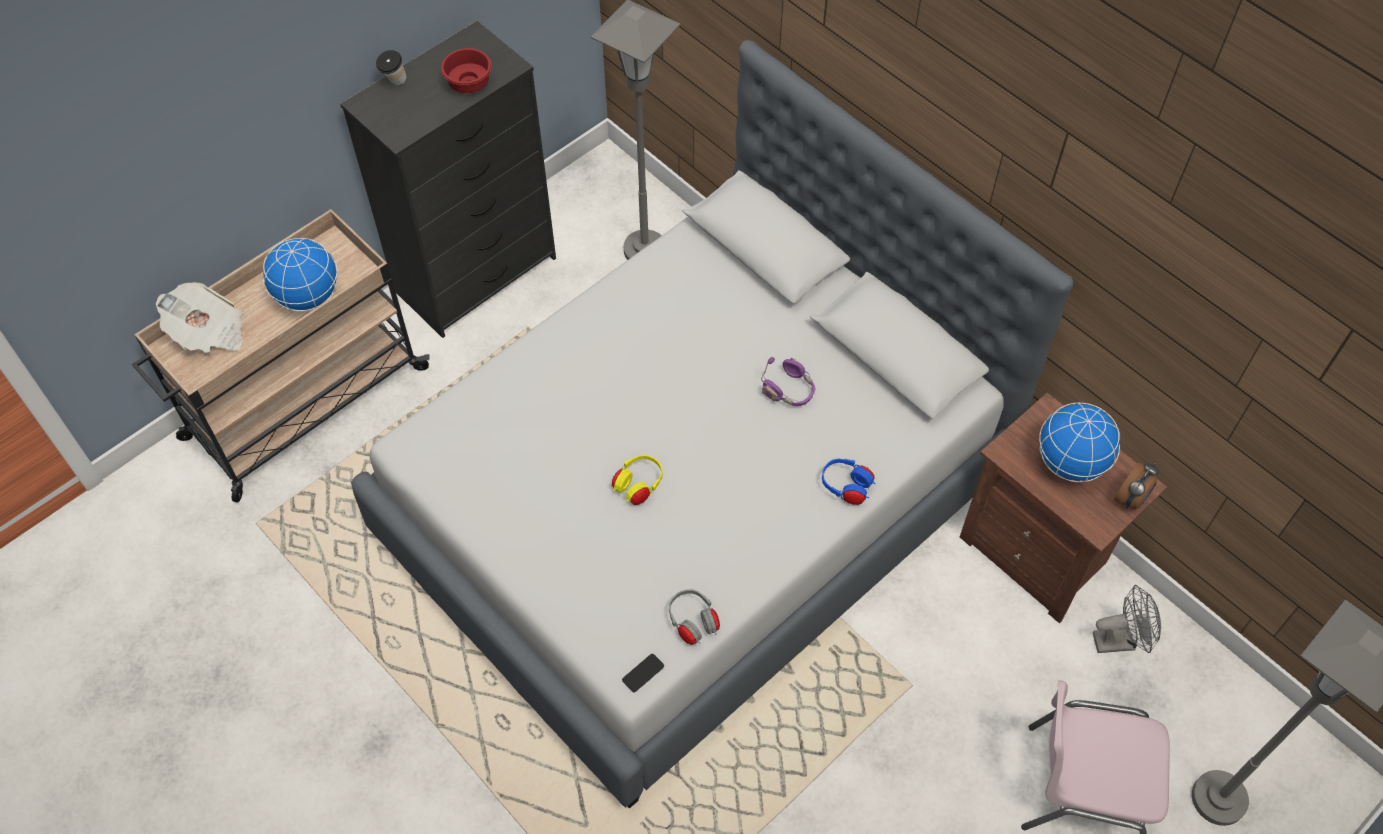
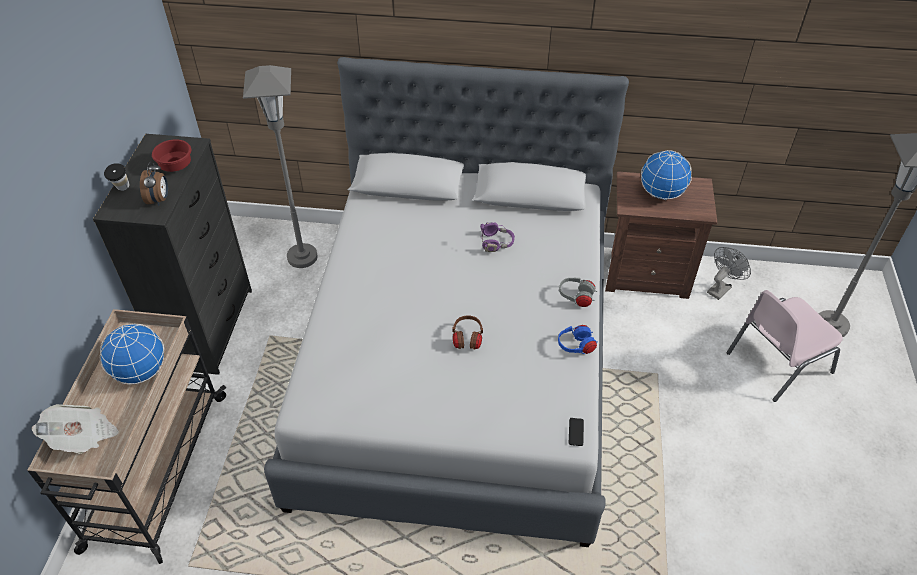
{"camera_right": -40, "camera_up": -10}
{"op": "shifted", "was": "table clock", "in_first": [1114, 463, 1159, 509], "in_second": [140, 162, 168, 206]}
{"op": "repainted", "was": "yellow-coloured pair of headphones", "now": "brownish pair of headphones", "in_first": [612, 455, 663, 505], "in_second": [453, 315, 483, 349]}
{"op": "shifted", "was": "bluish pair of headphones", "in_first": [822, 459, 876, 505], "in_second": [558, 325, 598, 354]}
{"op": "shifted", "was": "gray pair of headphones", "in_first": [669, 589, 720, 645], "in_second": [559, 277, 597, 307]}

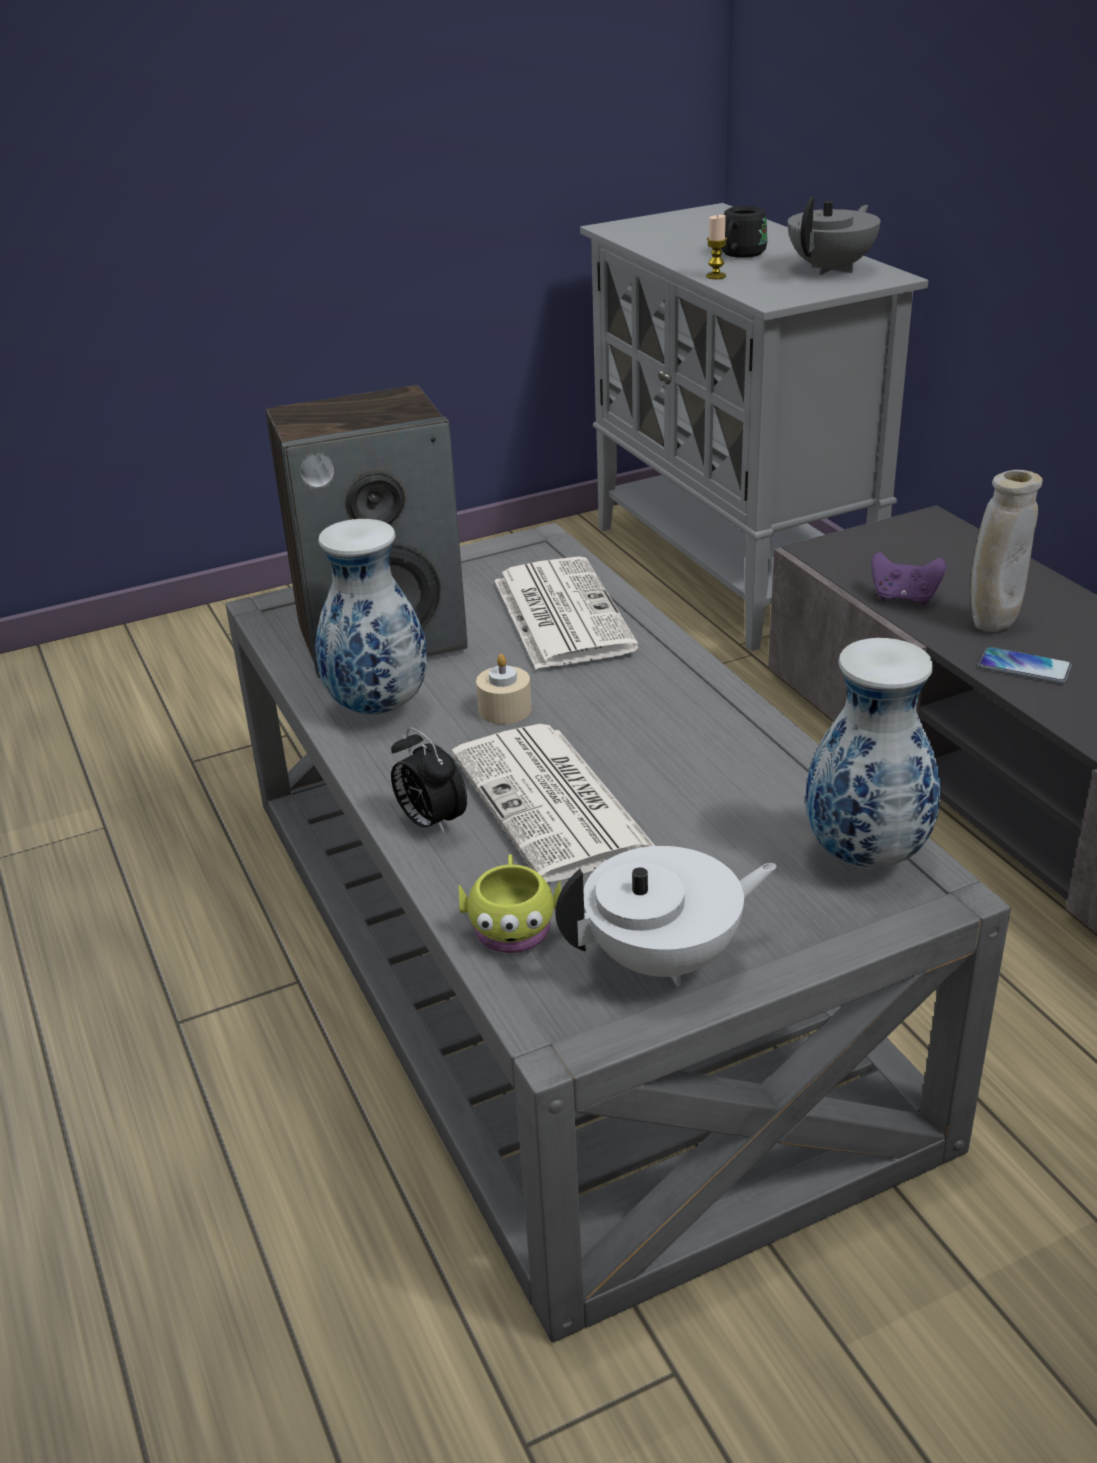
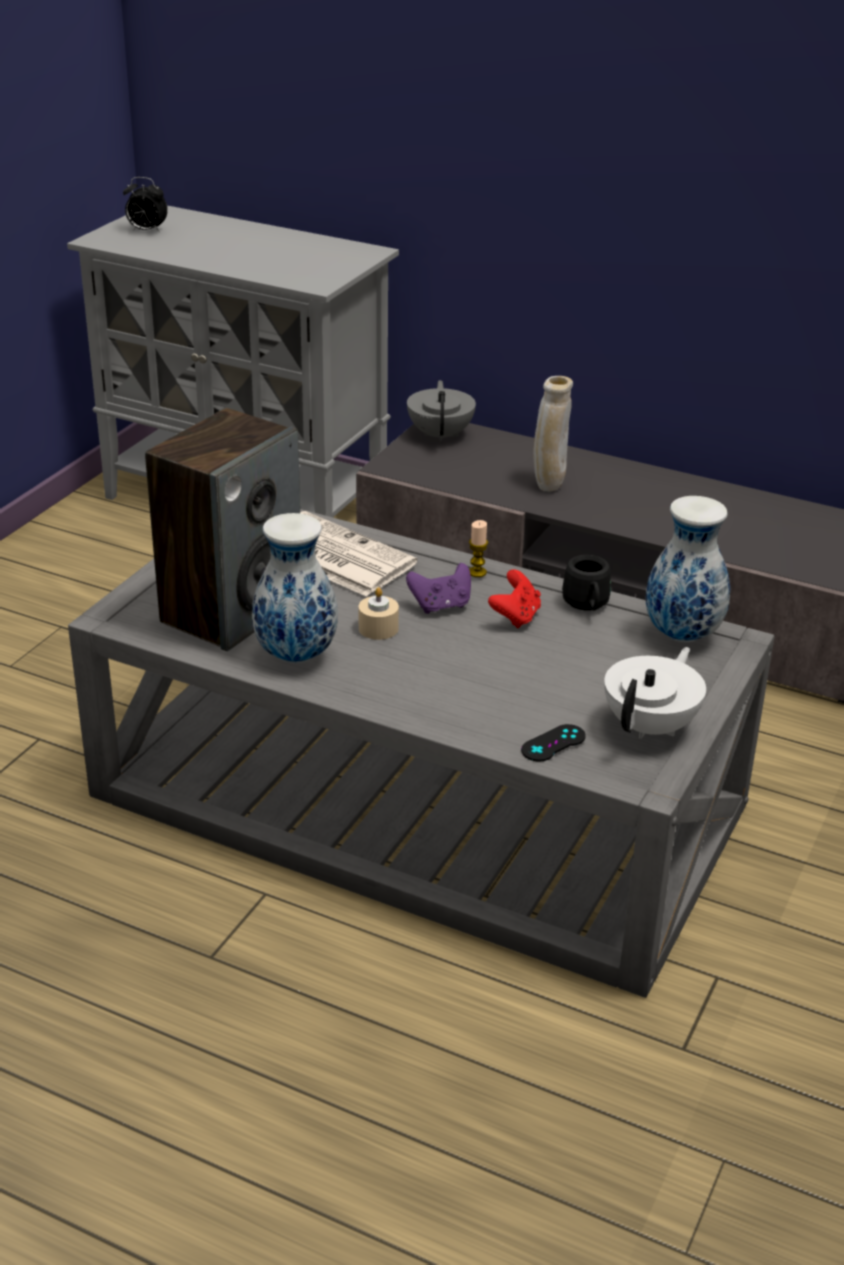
{"camera_right": -40, "camera_up": 0}
{"op": "shifted", "was": "table clock", "in_first": [391, 727, 467, 836], "in_second": [123, 177, 168, 232]}
{"op": "shifted", "was": "purple-coloured game controller", "in_first": [871, 552, 946, 605], "in_second": [406, 563, 471, 614]}
{"op": "shifted", "was": "gray tea pot", "in_first": [788, 197, 881, 275], "in_second": [407, 380, 476, 443]}
{"op": "shifted", "was": "wax candle", "in_first": [706, 215, 727, 279], "in_second": [469, 520, 488, 577]}
{"op": "new", "now": "red-coloured game controller", "in_second": [488, 570, 541, 628]}
{"op": "swapped", "was": "yellow-coloured mug", "now": "blackish game controller", "in_first": [459, 854, 561, 953], "in_second": [521, 724, 586, 762]}
{"op": "shifted", "was": "blackish mug", "in_first": [721, 206, 767, 258], "in_second": [562, 555, 611, 611]}
{"op": "gone", "was": "printed paper", "in_first": [452, 724, 655, 882]}
{"op": "gone", "was": "handset", "in_first": [979, 647, 1072, 683]}

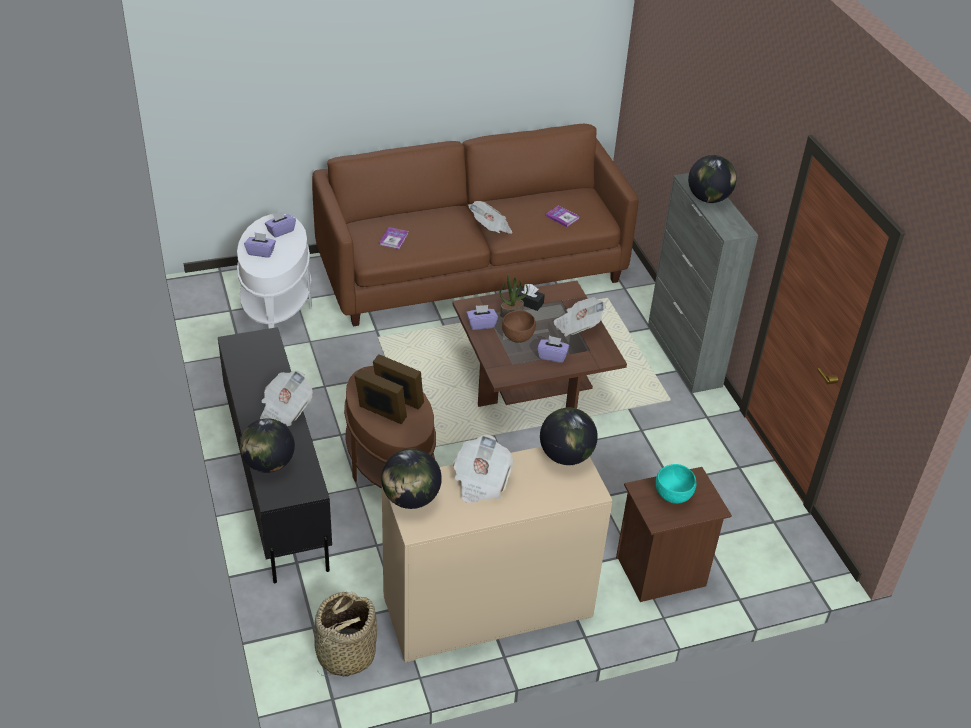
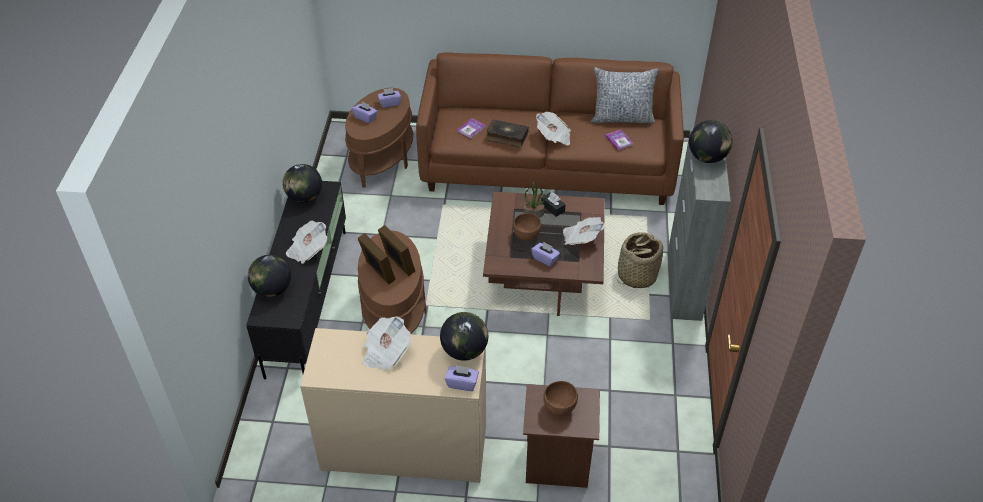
{"camera_right": 25, "camera_up": 5}
{"op": "shifted", "was": "globe", "in_first": [381, 448, 442, 509], "in_second": [283, 164, 322, 203]}
{"op": "repainted", "was": "whitish accent table", "now": "brownish accent table", "in_first": [237, 214, 312, 328], "in_second": [345, 88, 413, 188]}
{"op": "shifted", "was": "purple-coloured tissue box", "in_first": [466, 305, 498, 330], "in_second": [445, 365, 479, 391]}
{"op": "new", "now": "book", "in_second": [486, 119, 529, 148]}
{"op": "repainted", "was": "turquoise deep dish", "now": "brownish deep dish", "in_first": [656, 464, 696, 504], "in_second": [543, 381, 578, 416]}
{"op": "new", "now": "cushion", "in_second": [591, 67, 659, 123]}
{"op": "shifted", "was": "storage basket", "in_first": [314, 592, 377, 676], "in_second": [616, 232, 663, 288]}

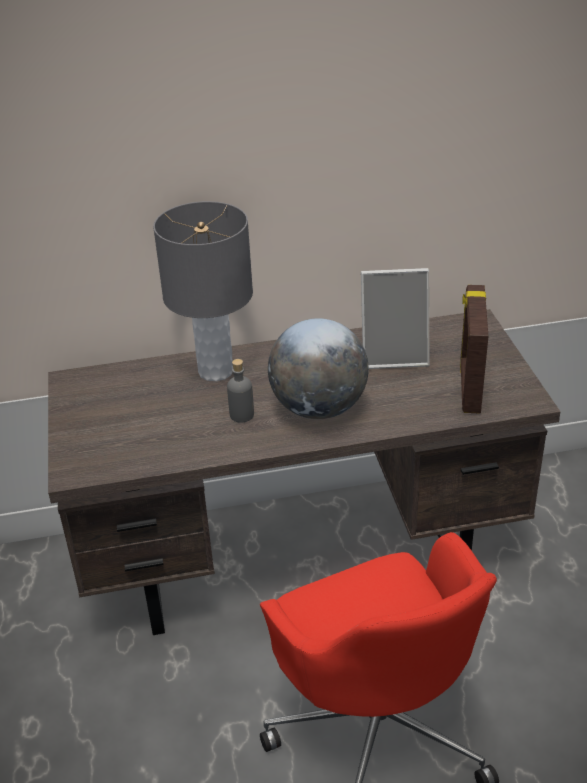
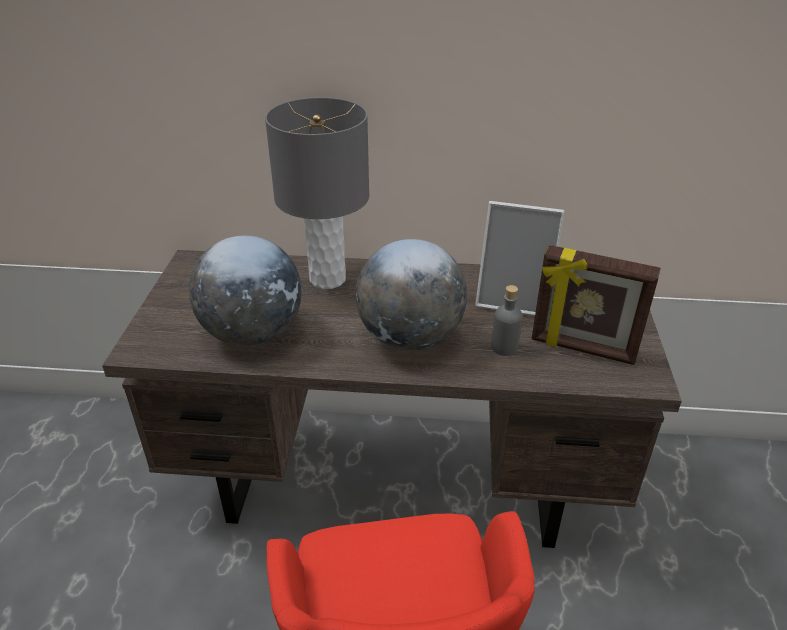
{"camera_right": 15, "camera_up": 0}
{"op": "new", "now": "globe", "in_second": [189, 235, 302, 346]}
{"op": "shifted", "was": "gray drink bottle", "in_first": [227, 359, 254, 423], "in_second": [491, 285, 523, 356]}
{"op": "rotated", "was": "photo frame", "in_first": [460, 285, 488, 414], "in_second": [532, 245, 661, 365], "clockwise": -90}

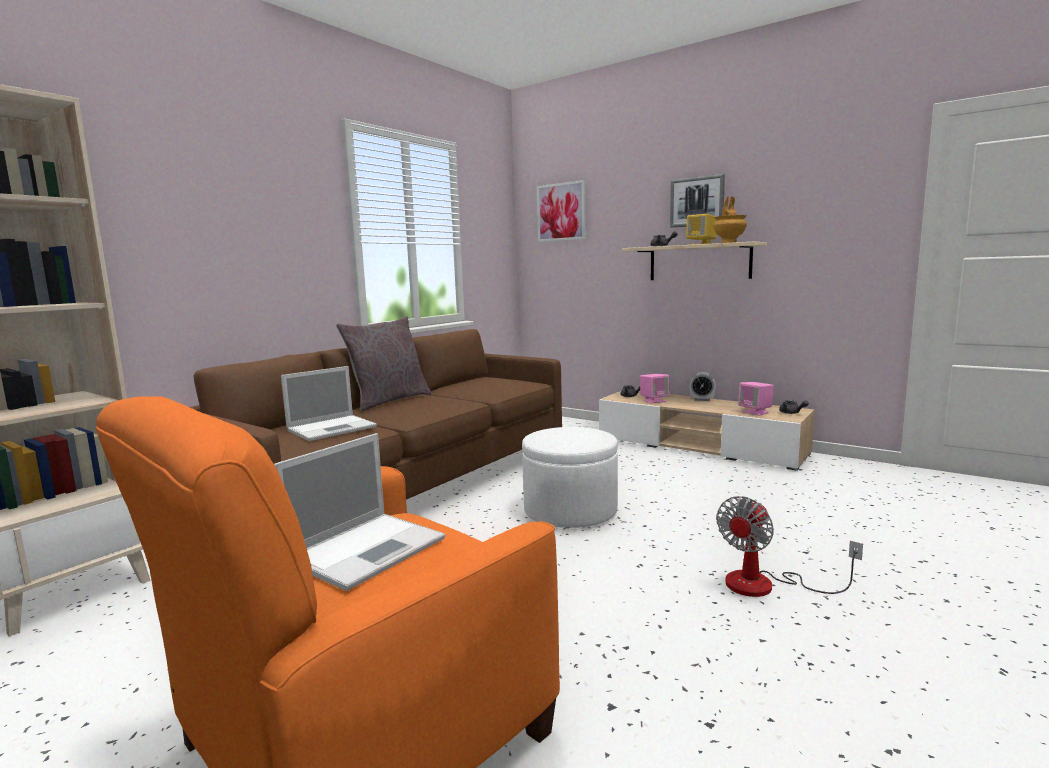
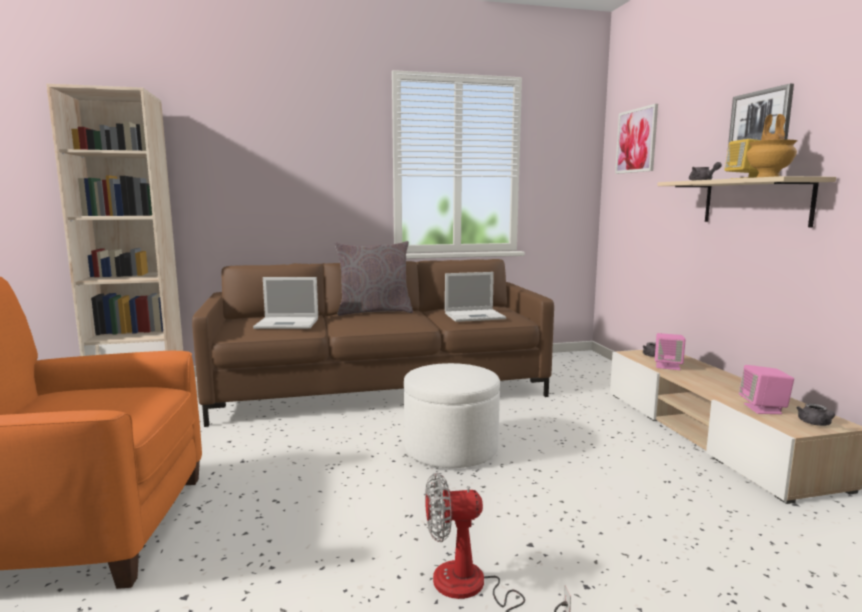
{"camera_right": 40, "camera_up": 0}
{"op": "shifted", "was": "notebook computer", "in_first": [274, 433, 445, 591], "in_second": [445, 272, 506, 322]}
{"op": "gone", "was": "table clock", "in_first": [689, 372, 716, 401]}

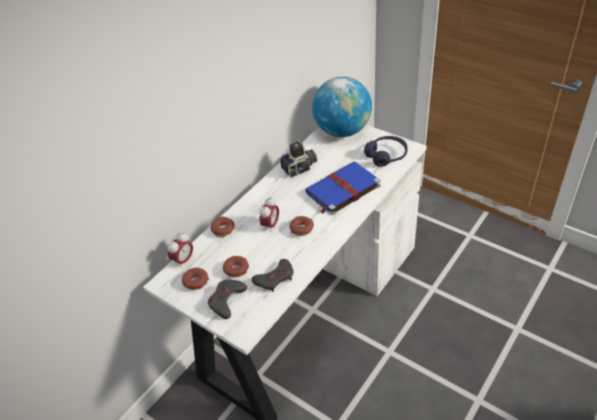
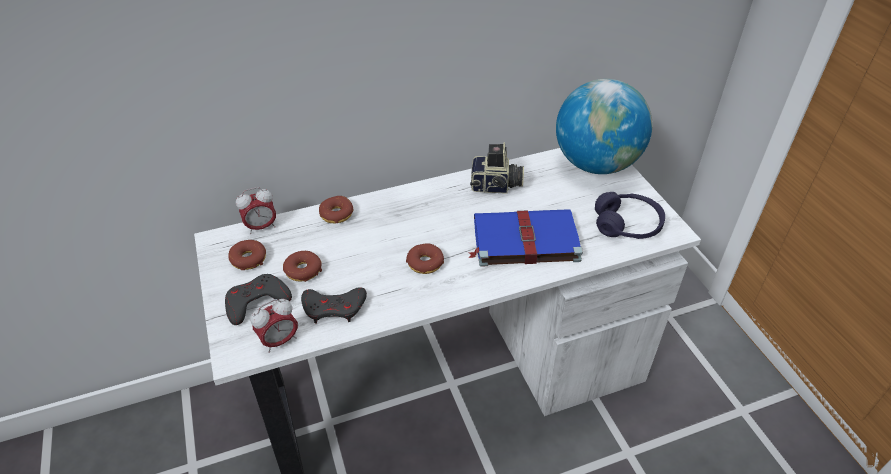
{"camera_right": 30, "camera_up": 0}
{"op": "shifted", "was": "table clock", "in_first": [259, 198, 279, 230], "in_second": [251, 299, 298, 353]}

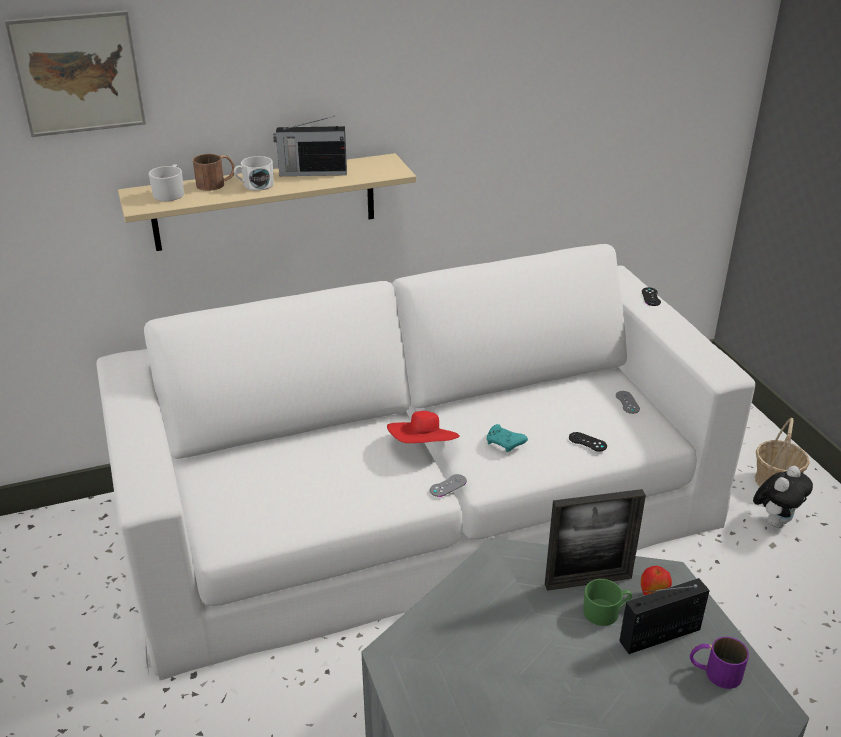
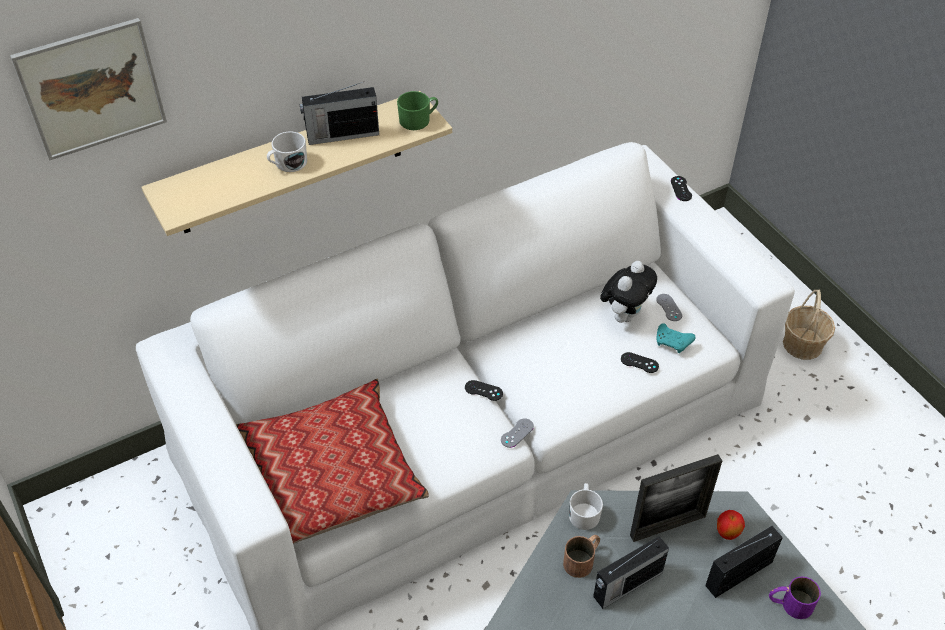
{"camera_right": -10, "camera_up": 15}
{"op": "new", "now": "cushion", "in_second": [236, 379, 429, 544]}
{"op": "shifted", "was": "greenish mug", "in_first": [583, 579, 632, 626], "in_second": [397, 91, 438, 130]}
{"op": "swapped", "was": "red-coloured clothing hat", "now": "blackish game controller", "in_first": [387, 411, 460, 443], "in_second": [465, 380, 503, 401]}
{"op": "shifted", "was": "brownish mug", "in_first": [193, 154, 235, 191], "in_second": [563, 535, 600, 578]}
{"op": "shifted", "was": "whitish mug", "in_first": [148, 164, 184, 201], "in_second": [569, 483, 603, 530]}
{"op": "new", "now": "radio set", "in_second": [593, 536, 669, 609]}
{"op": "shifted", "was": "soft toy", "in_first": [753, 466, 813, 528], "in_second": [600, 261, 657, 323]}
{"op": "shifted", "was": "turquoise game controller", "in_first": [487, 424, 528, 452], "in_second": [656, 323, 696, 353]}

